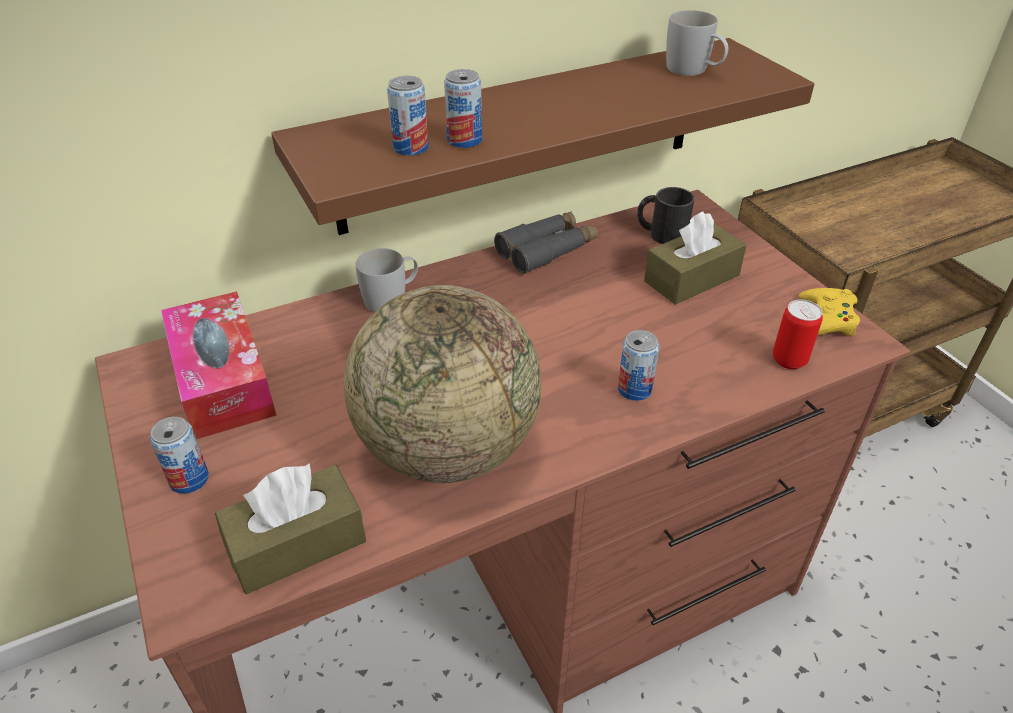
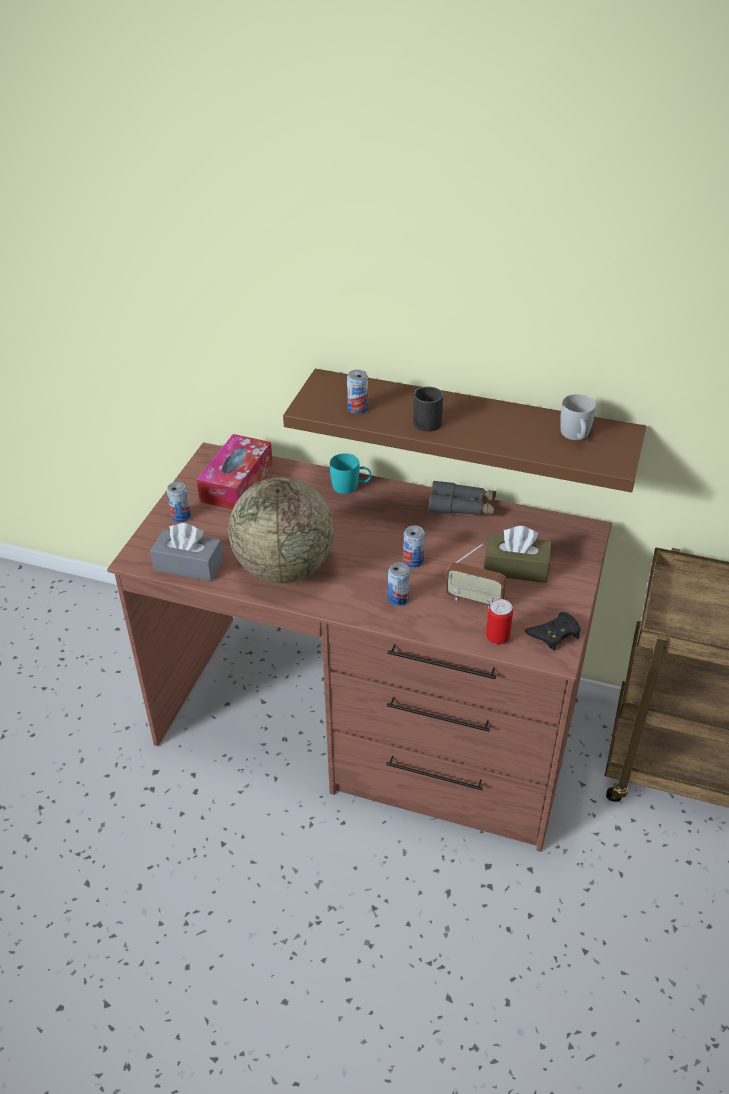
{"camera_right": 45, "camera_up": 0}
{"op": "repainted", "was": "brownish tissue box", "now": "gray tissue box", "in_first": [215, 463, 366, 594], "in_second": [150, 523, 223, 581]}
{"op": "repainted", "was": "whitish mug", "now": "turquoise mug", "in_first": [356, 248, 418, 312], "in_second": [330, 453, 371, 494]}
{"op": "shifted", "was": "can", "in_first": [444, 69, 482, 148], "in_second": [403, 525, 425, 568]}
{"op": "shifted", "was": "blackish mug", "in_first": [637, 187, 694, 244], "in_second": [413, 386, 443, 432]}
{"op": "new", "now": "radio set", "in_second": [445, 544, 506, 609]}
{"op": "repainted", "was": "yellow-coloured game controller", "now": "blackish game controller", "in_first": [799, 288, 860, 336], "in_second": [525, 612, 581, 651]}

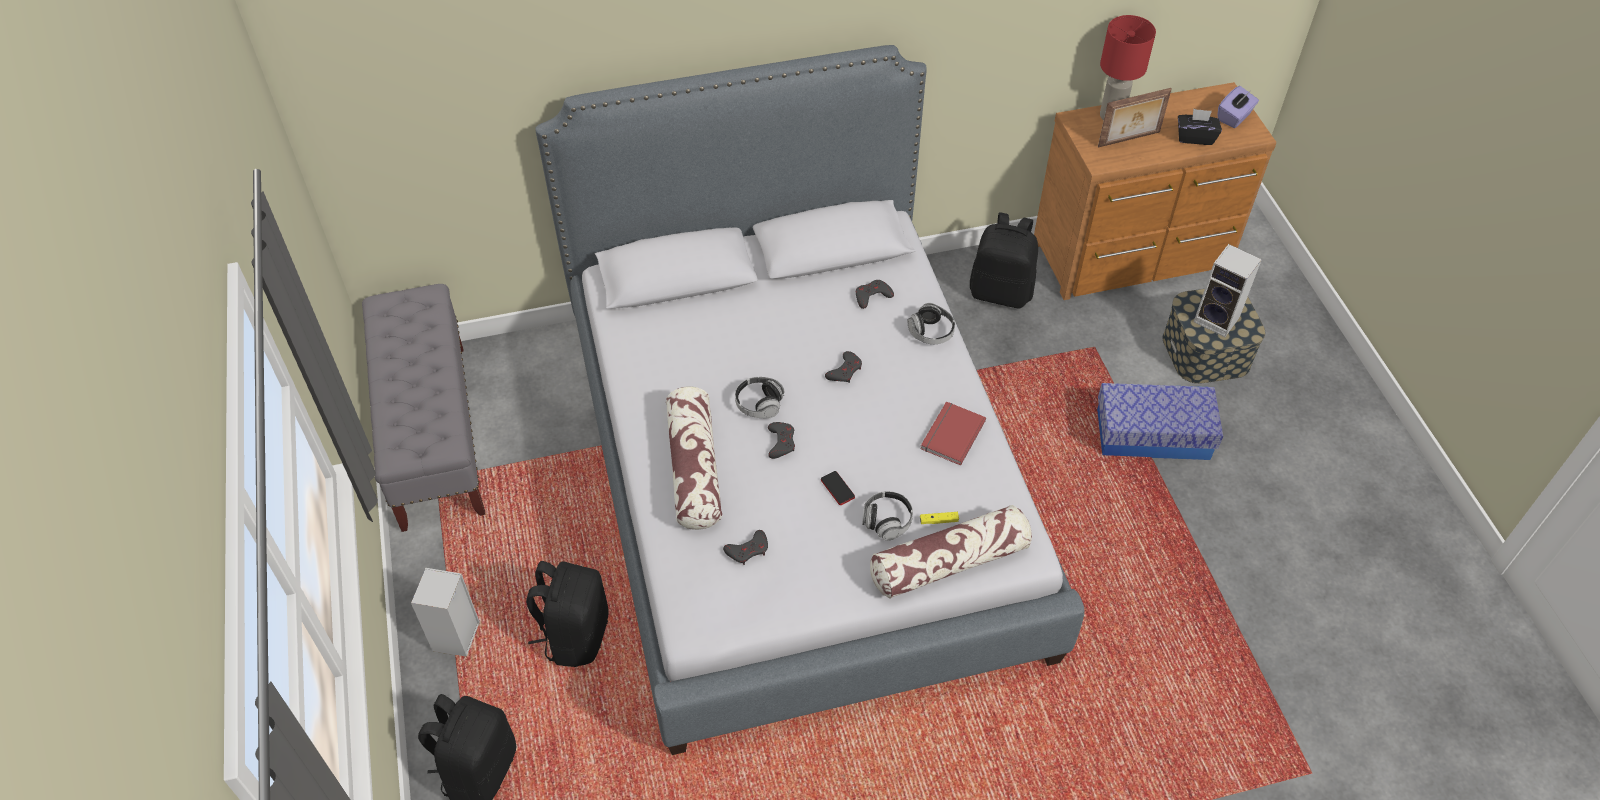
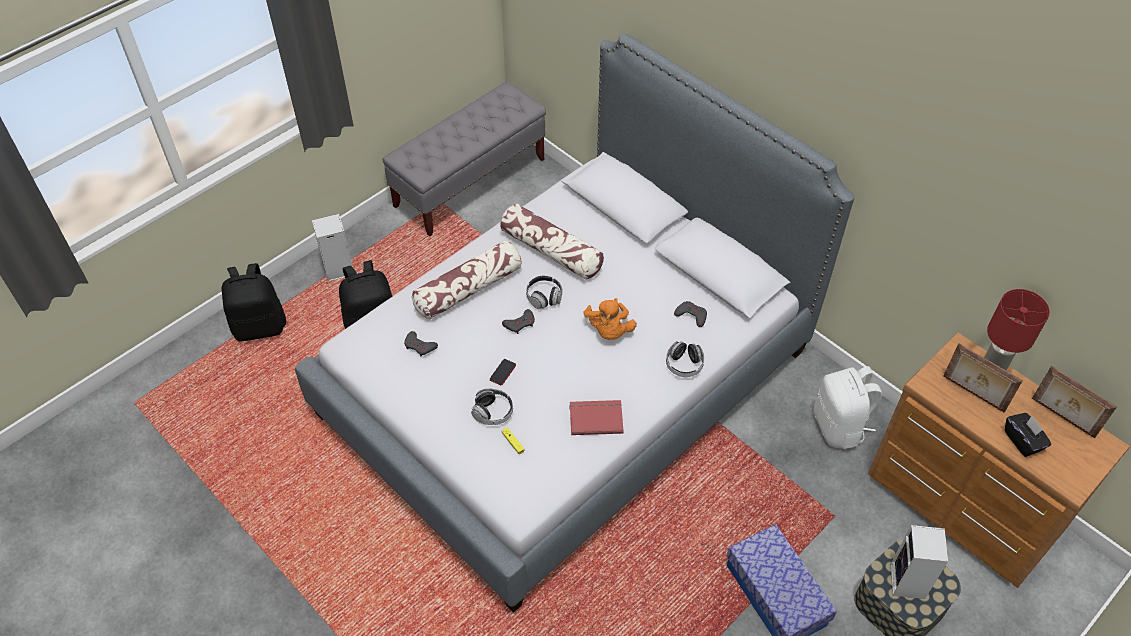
{"camera_right": 60, "camera_up": 0}
{"op": "shifted", "was": "cushion", "in_first": [870, 505, 1032, 599], "in_second": [500, 204, 604, 280]}
{"op": "swapped", "was": "gray game controller", "now": "orange soft toy", "in_first": [825, 351, 862, 383], "in_second": [583, 298, 637, 340]}
{"op": "repainted", "was": "blackish rucksack", "now": "whitish rucksack", "in_first": [970, 212, 1038, 309], "in_second": [814, 366, 882, 449]}
{"op": "new", "now": "photo frame", "in_second": [1032, 366, 1117, 438]}
{"op": "gone", "was": "purple-coloured tissue box", "in_first": [1218, 86, 1259, 128]}

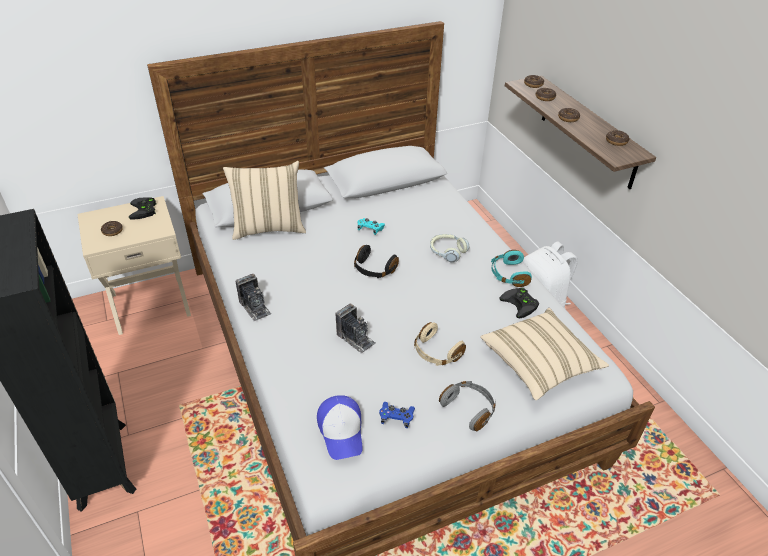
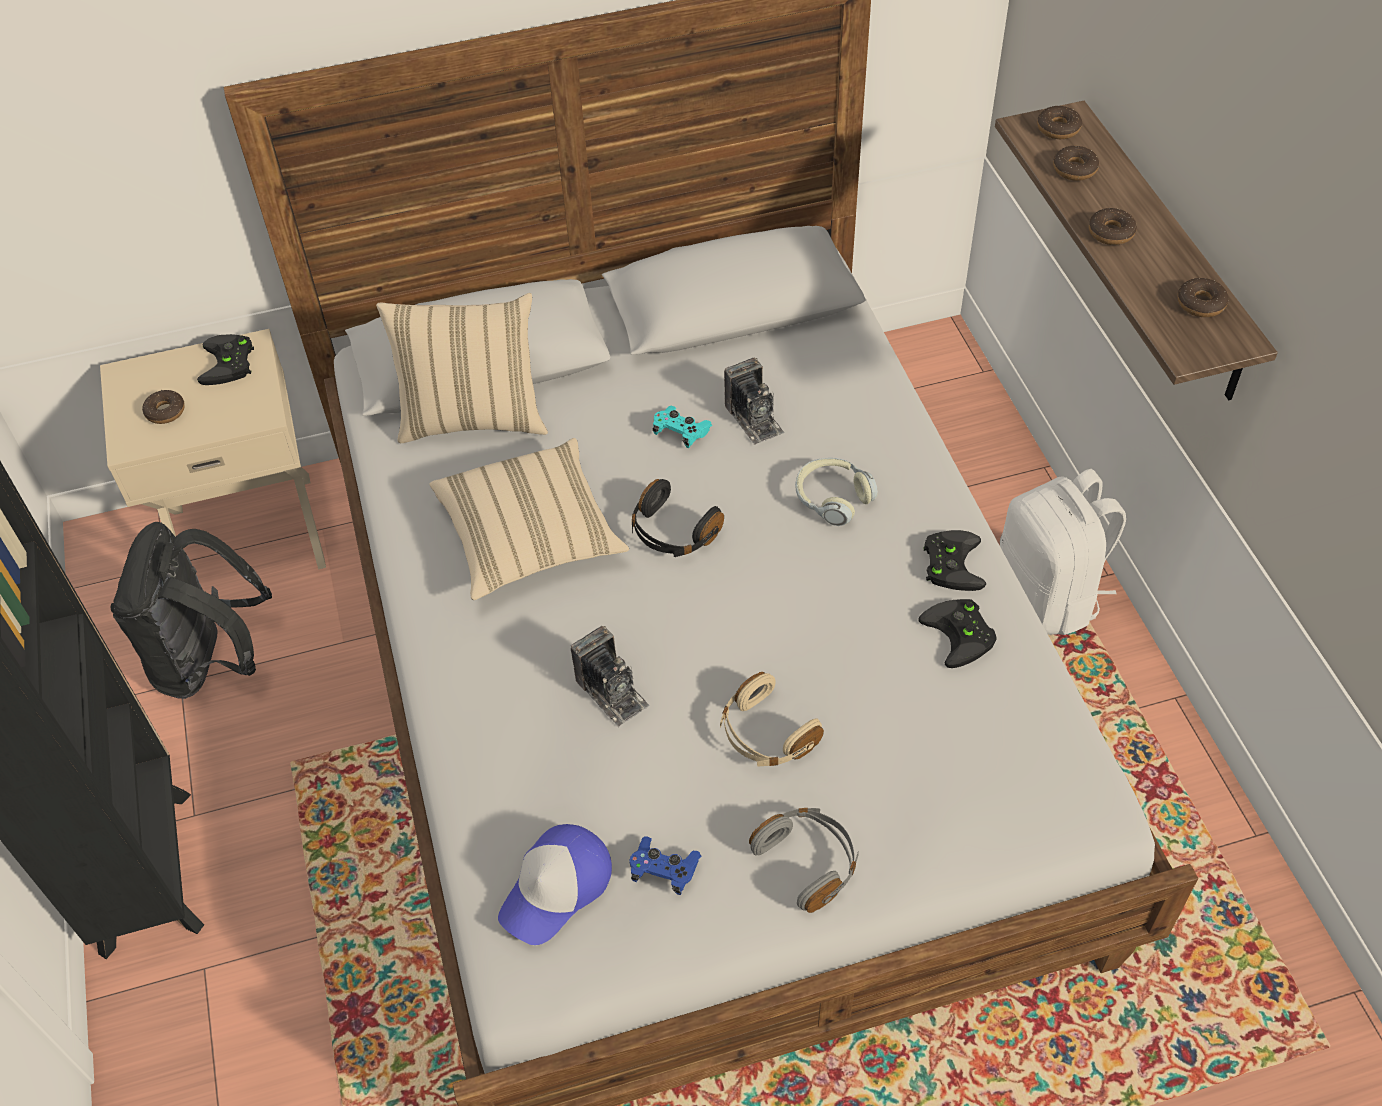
{"camera_right": 10, "camera_up": 10}
{"op": "new", "now": "blackish rucksack", "in_second": [111, 522, 272, 699]}
{"op": "shifted", "was": "beige cushion", "in_first": [480, 308, 609, 400], "in_second": [429, 438, 629, 600]}
{"op": "rotated", "was": "cap", "in_first": [317, 395, 363, 460], "in_second": [498, 824, 612, 945], "clockwise": 45}
{"op": "shifted", "was": "photo camera", "in_first": [236, 274, 271, 322], "in_second": [724, 358, 784, 445]}
{"op": "swapped", "was": "turquoise pair of headphones", "now": "blackish game controller", "in_first": [491, 250, 532, 287], "in_second": [924, 530, 986, 591]}

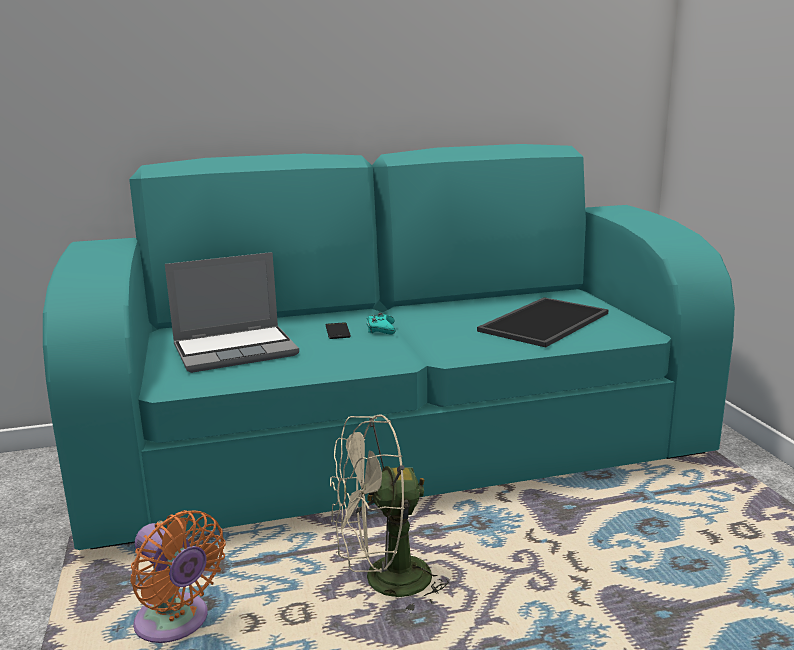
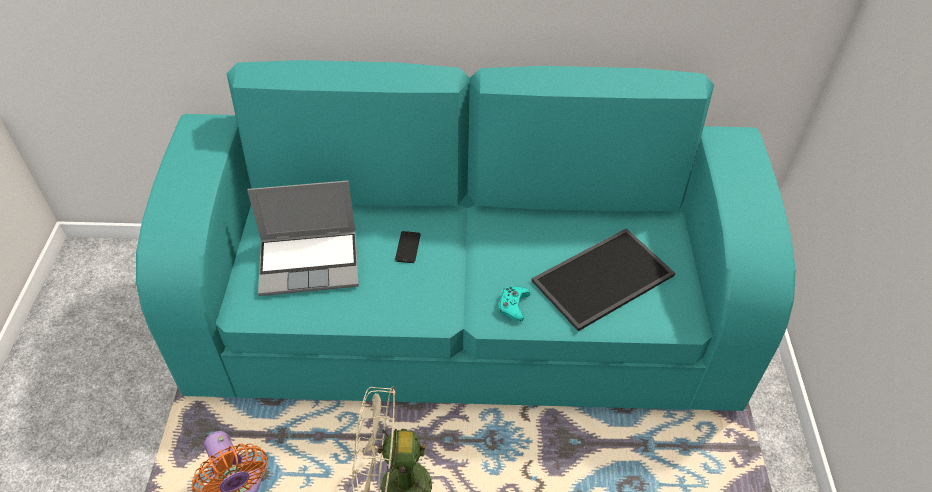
{"camera_right": 15, "camera_up": 30}
{"op": "shifted", "was": "turquoise game controller", "in_first": [367, 313, 395, 334], "in_second": [498, 287, 530, 322]}

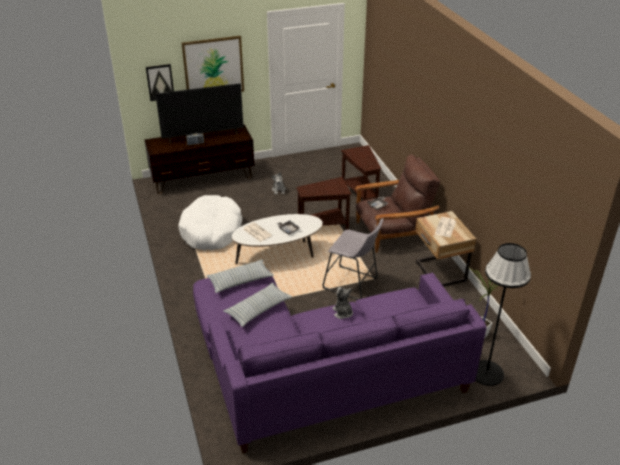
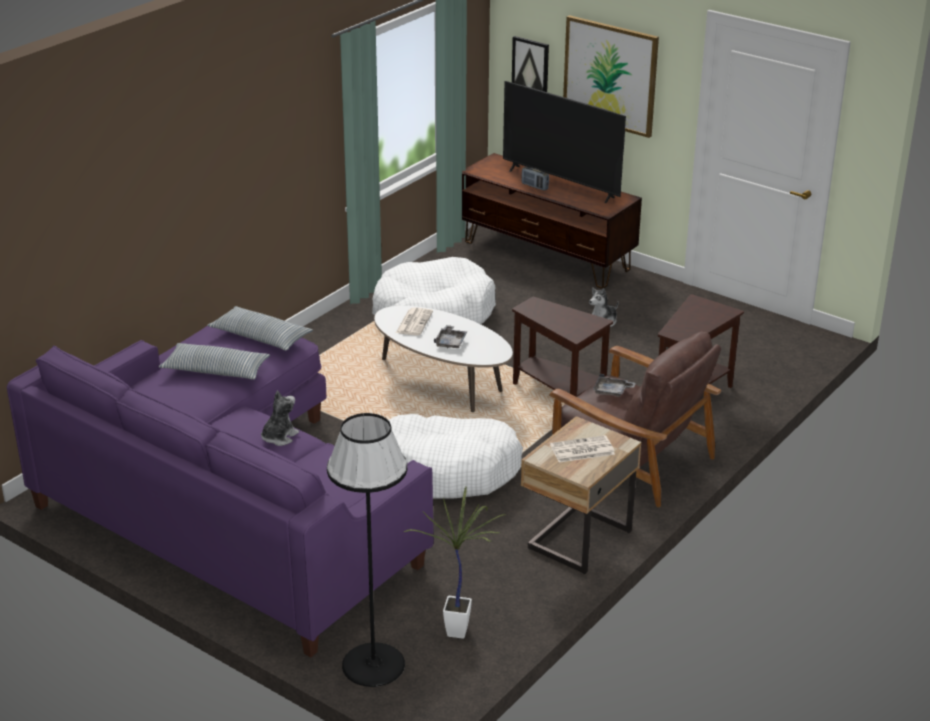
{"camera_right": 55, "camera_up": -5}
{"op": "swapped", "was": "gray sitting stool", "now": "whitish pet bed", "in_first": [323, 218, 383, 300], "in_second": [389, 414, 523, 499]}

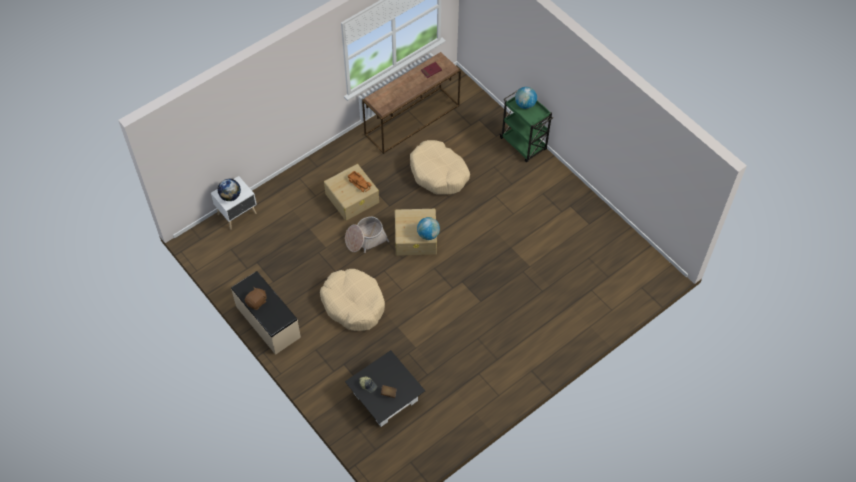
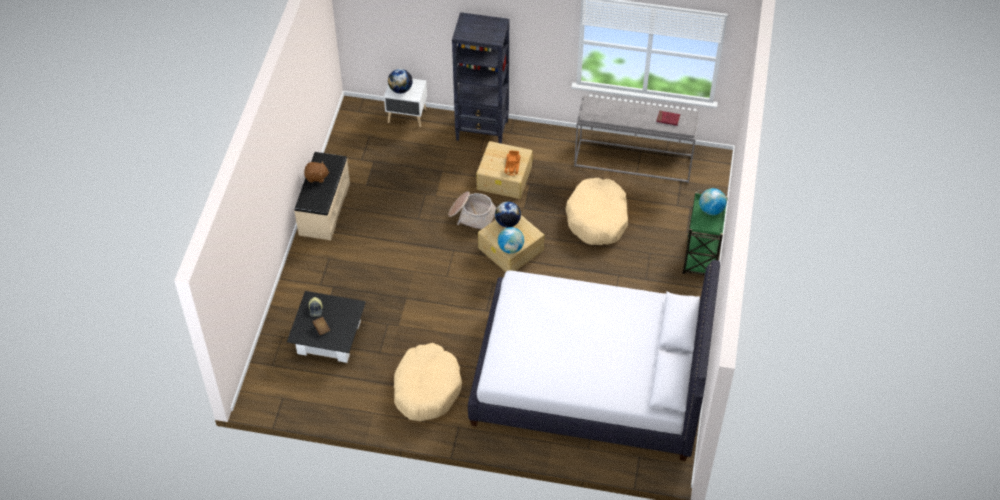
{"camera_right": 50, "camera_up": -5}
{"op": "shifted", "was": "beige pet bed", "in_first": [320, 269, 385, 331], "in_second": [394, 343, 462, 421]}
{"op": "new", "now": "blackish bookcase", "in_second": [452, 12, 509, 144]}
{"op": "new", "now": "whitish bedroom bed", "in_second": [468, 260, 720, 461]}
{"op": "new", "now": "globe", "in_second": [495, 201, 521, 227]}
{"op": "repainted", "was": "brownish narrow table", "now": "gray narrow table", "in_first": [362, 52, 461, 154], "in_second": [574, 96, 700, 183]}

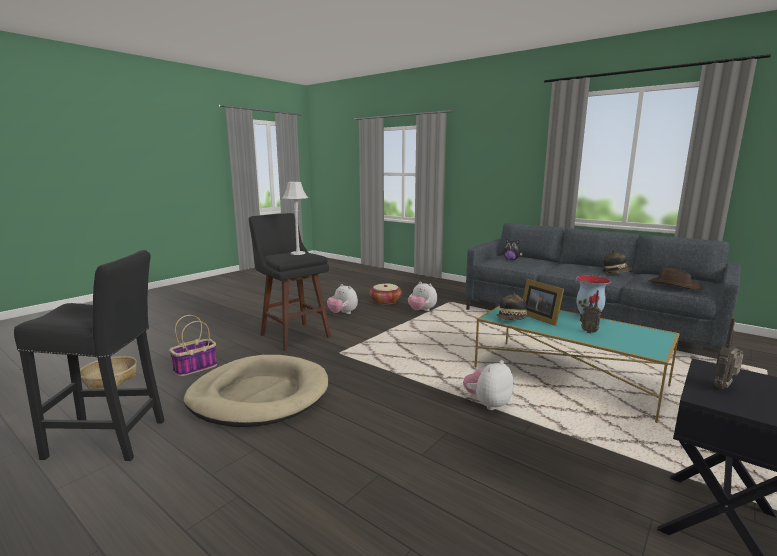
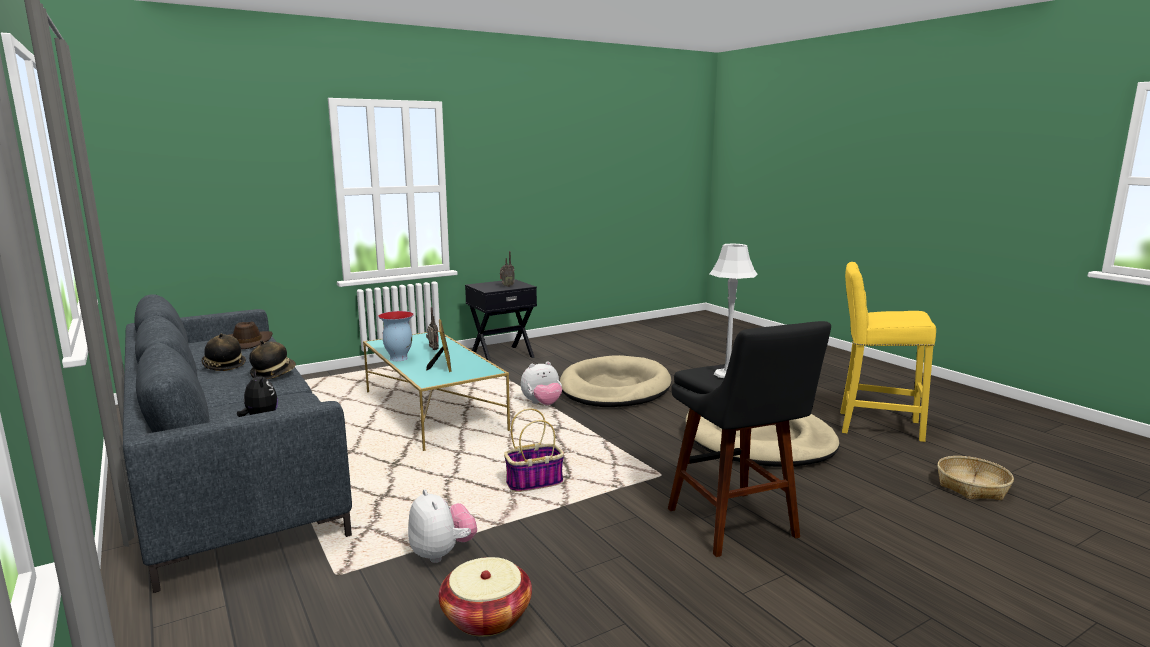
{"camera_right": -160, "camera_up": 0}
{"op": "shifted", "was": "clothing hat", "in_first": [497, 291, 529, 320], "in_second": [249, 340, 296, 379]}
{"op": "shifted", "was": "storage basket", "in_first": [169, 315, 217, 376], "in_second": [504, 409, 564, 492]}
{"op": "new", "now": "beige pet bed", "in_second": [560, 355, 671, 407]}
{"op": "repainted", "was": "blackish sitting stool", "now": "yellow-coloured sitting stool", "in_first": [14, 250, 165, 461], "in_second": [840, 262, 936, 442]}
{"op": "gone", "was": "soft toy", "in_first": [327, 284, 358, 314]}

